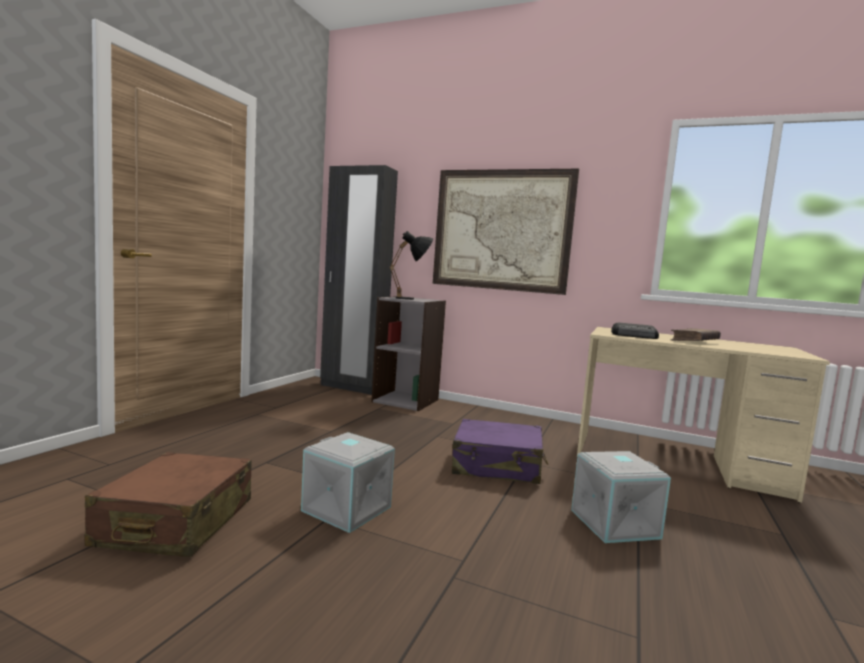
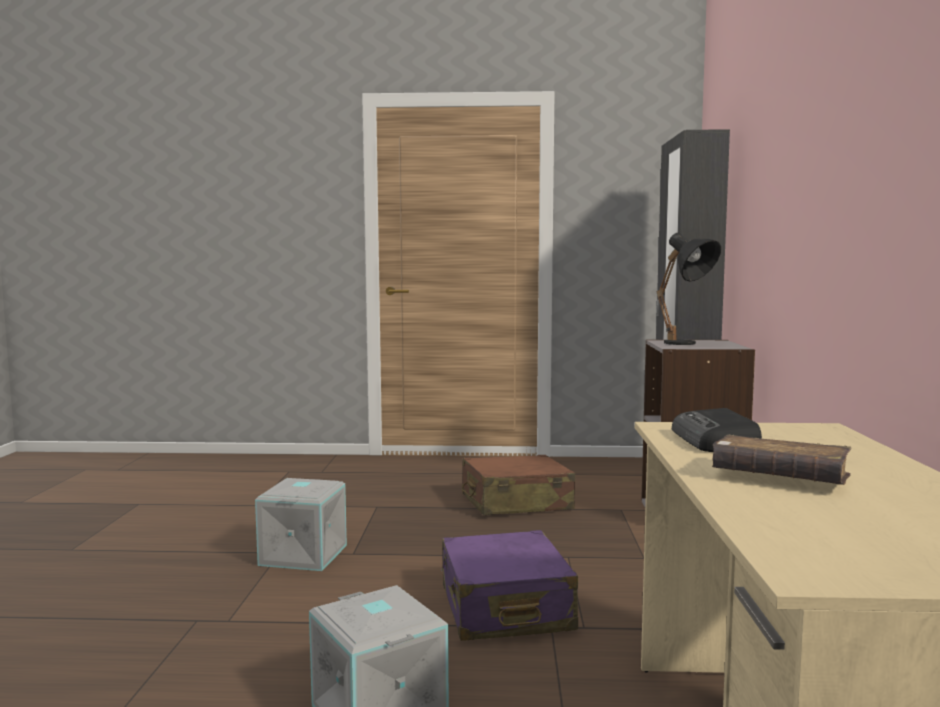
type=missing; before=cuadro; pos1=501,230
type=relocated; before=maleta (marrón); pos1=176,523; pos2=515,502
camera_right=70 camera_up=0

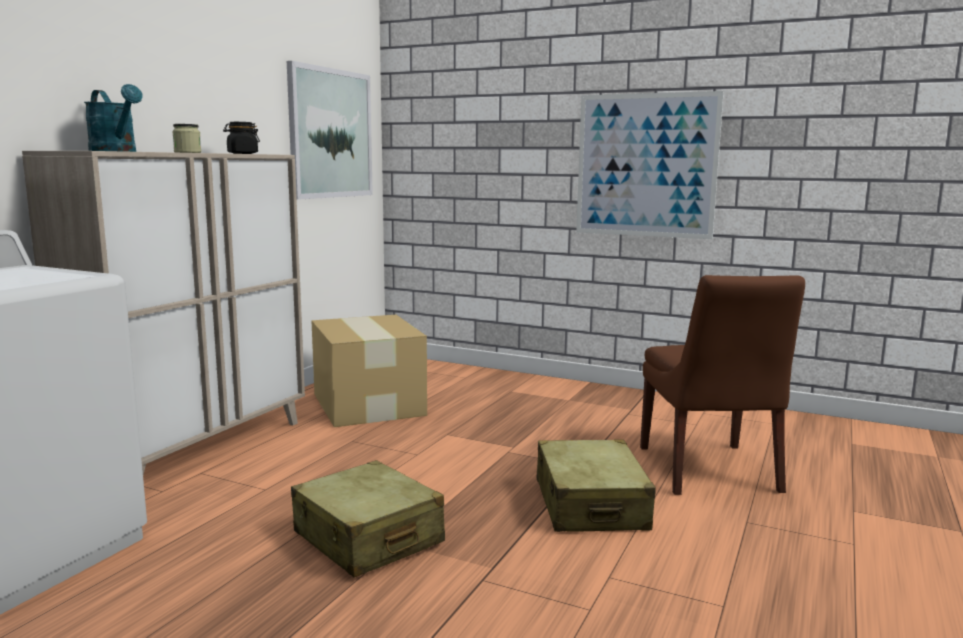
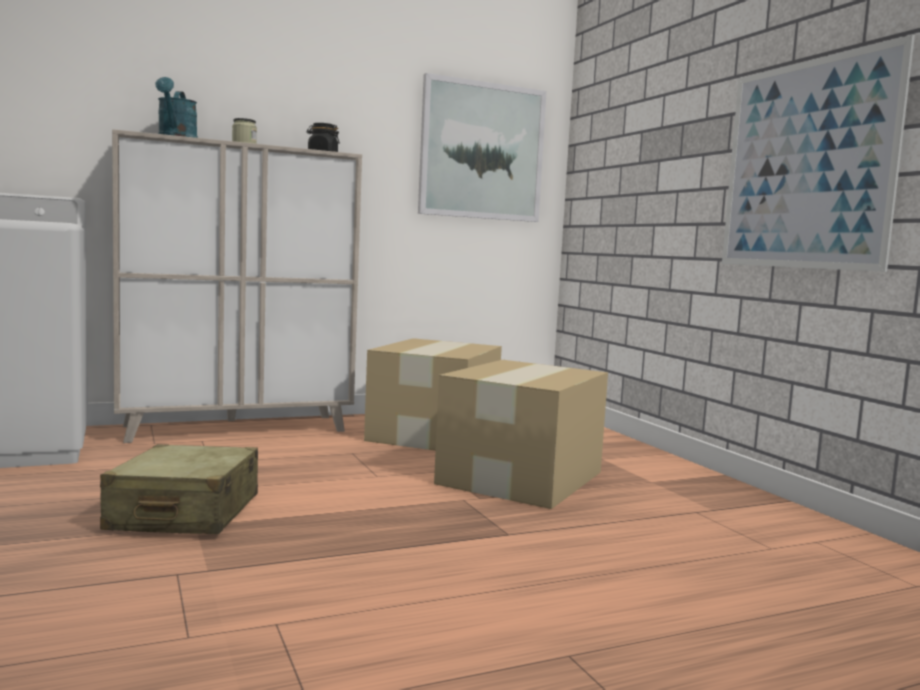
type=missing; before=maleta (beis); pos1=590,505
type=missing; before=silla (marrón); pos1=709,471
type=appeared; after=caja de cartón; pos2=523,477
camera_right=40 camera_up=-5

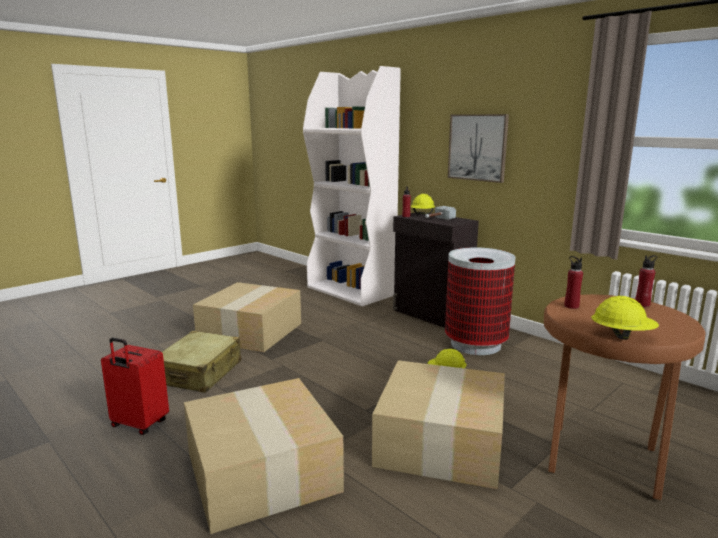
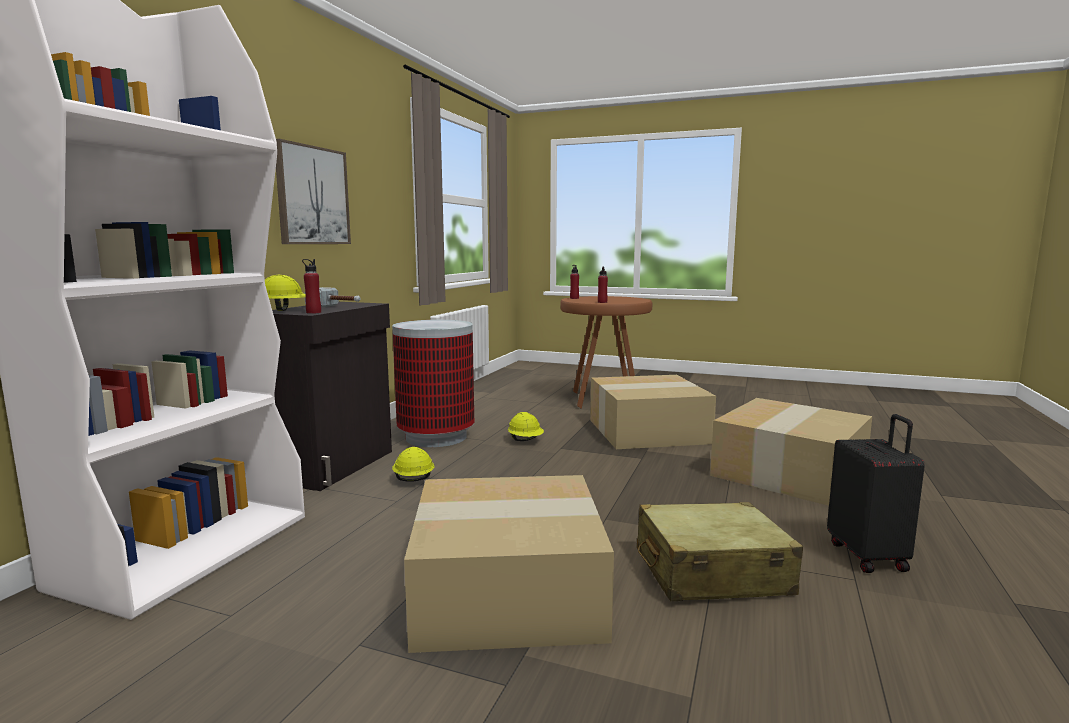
type=relocated; before=casco (amarillo); pos1=622,336; pos2=413,479
type=colour; before=maleta (rojo); after=maleta (negro); pos1=139,424; pos2=868,556
camera_right=-115 camera_up=-5

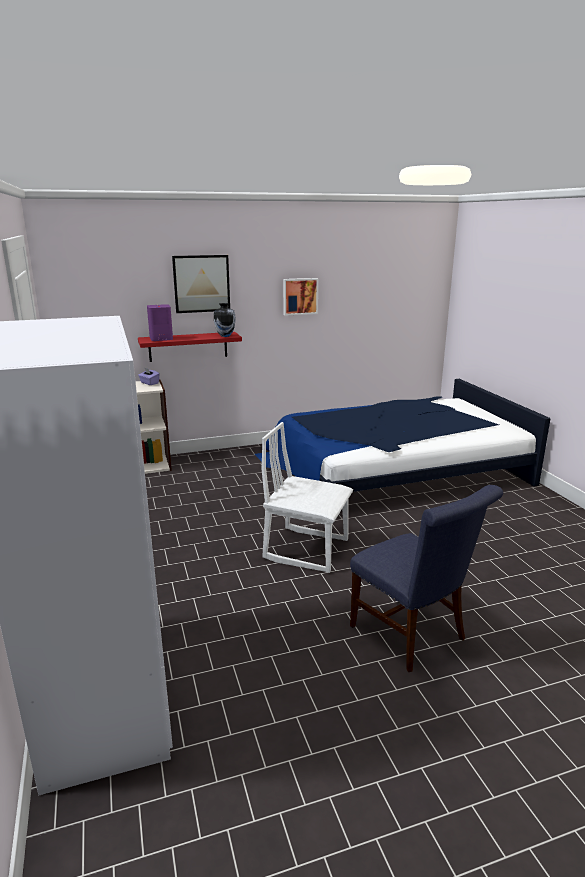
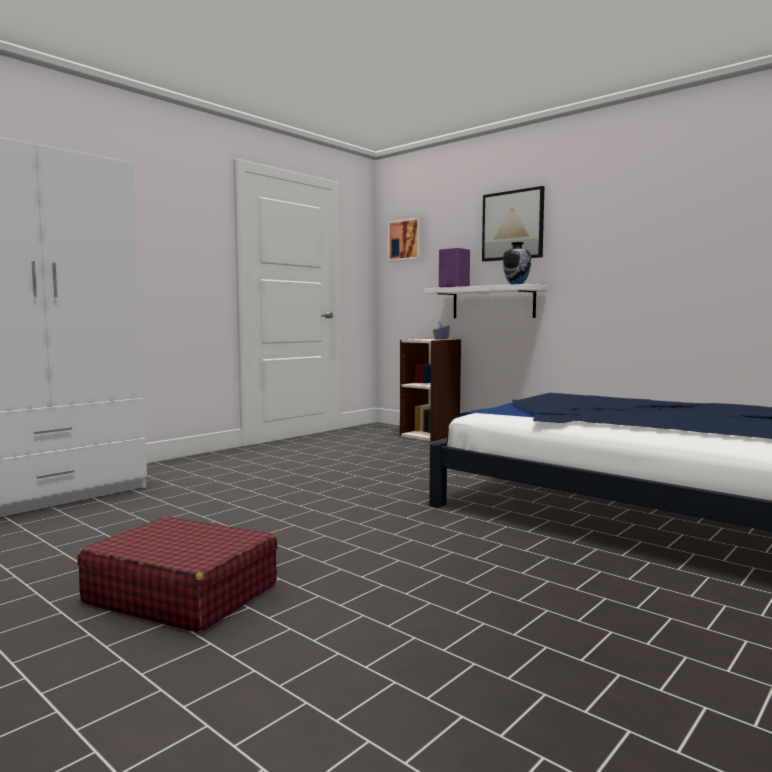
type=missing; before=silla (blanco); pos1=306,549
type=relocated; before=cuadro; pos1=300,296; pos2=406,240
type=exchanged; before=silla (azul); after=maleta (rojo); pos1=413,635; pos2=181,594
type=colour; before=estante (rojo); after=estante (blanco); pos1=188,346; pos2=493,302
camera_right=60 camera_up=-15

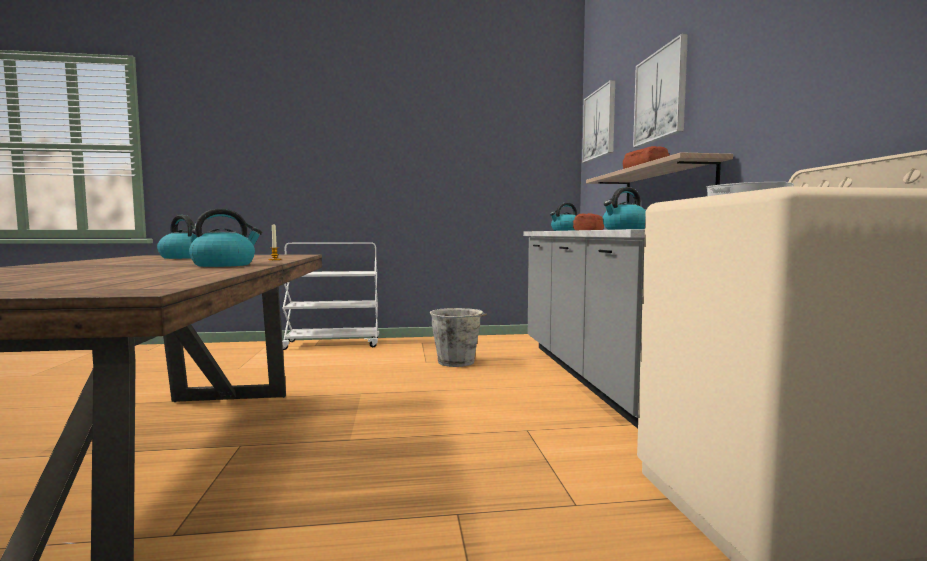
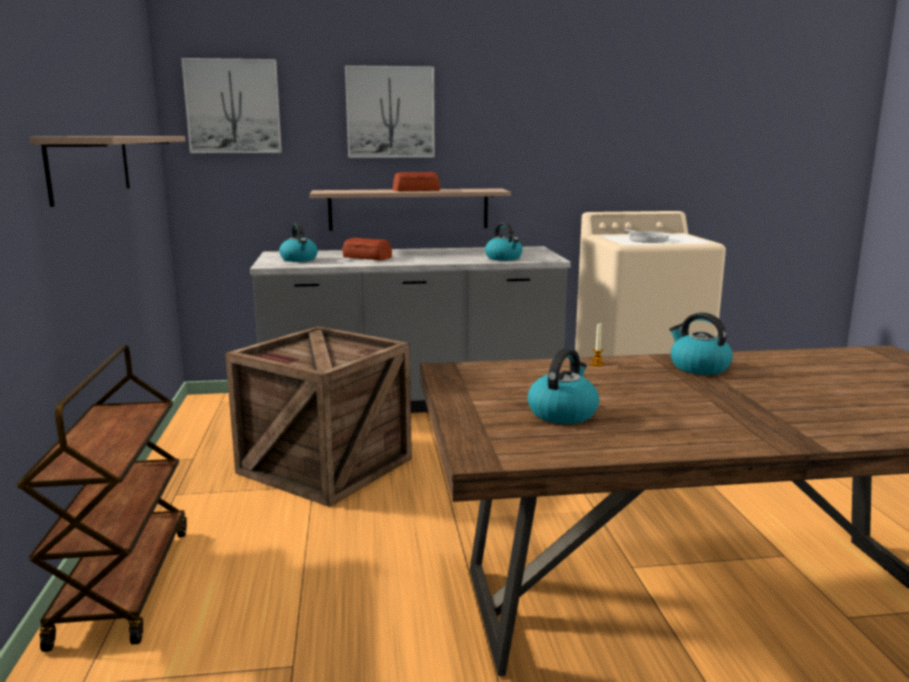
type=appeared; after=estante; pos2=91,166
type=exchanged; before=cubo (gris); after=caja de embalaje; pos1=457,362; pos2=322,466
type=colour; before=carrito (blanco); after=carrito (marrón); pos1=333,344; pos2=123,583
camera_right=-90 camera_up=10

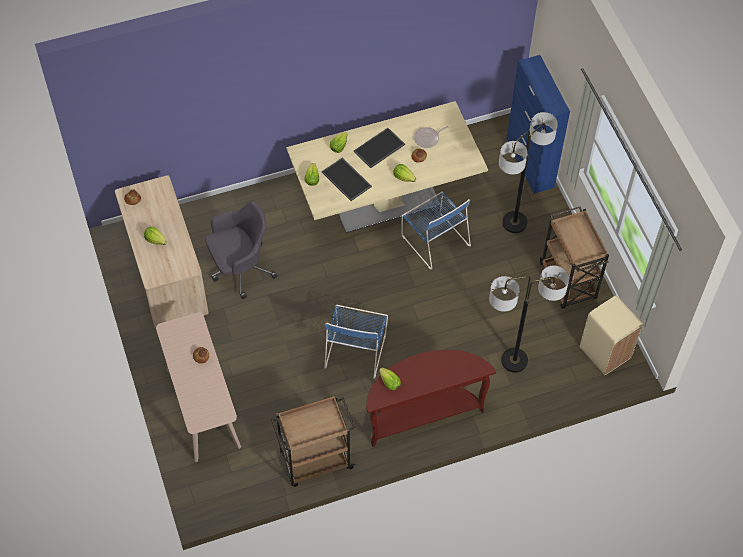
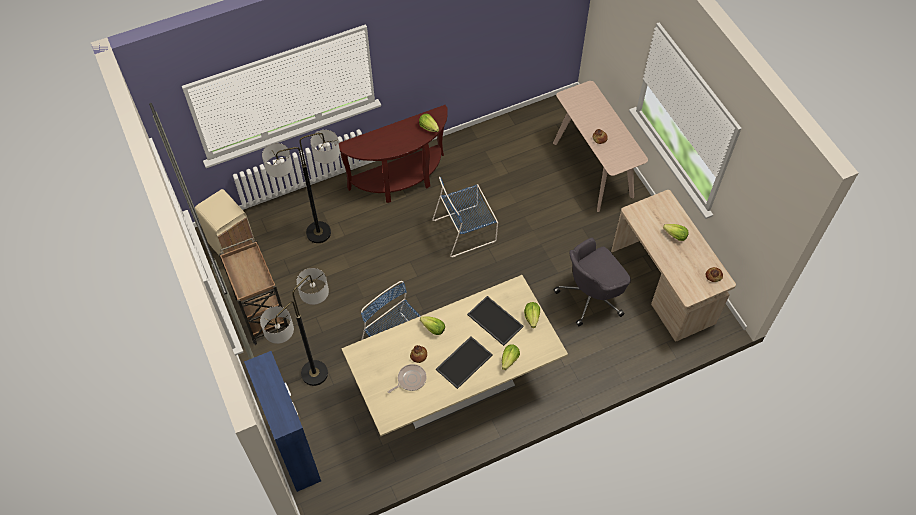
type=missing; before=carrito (marrón); pos1=315,461
type=spun; before=silla (azul); pos1=356,349; pos2=466,230; turn=-120
camera_right=175 camera_up=0

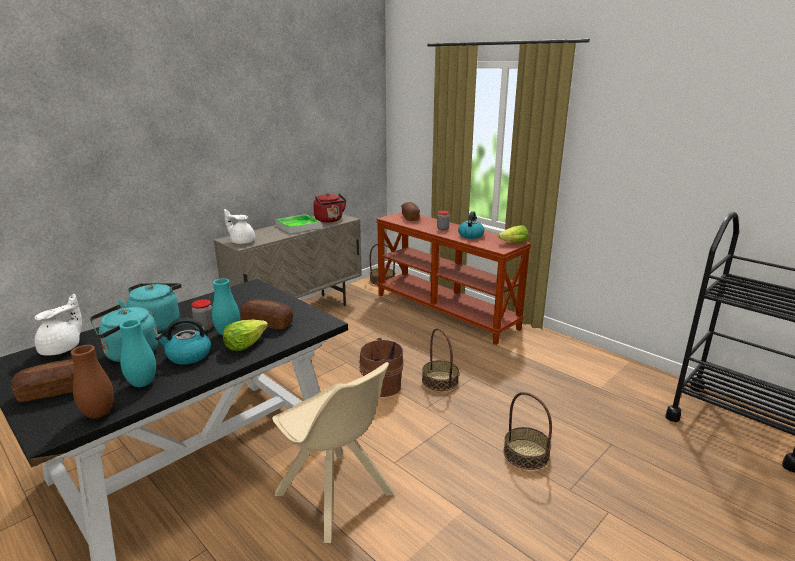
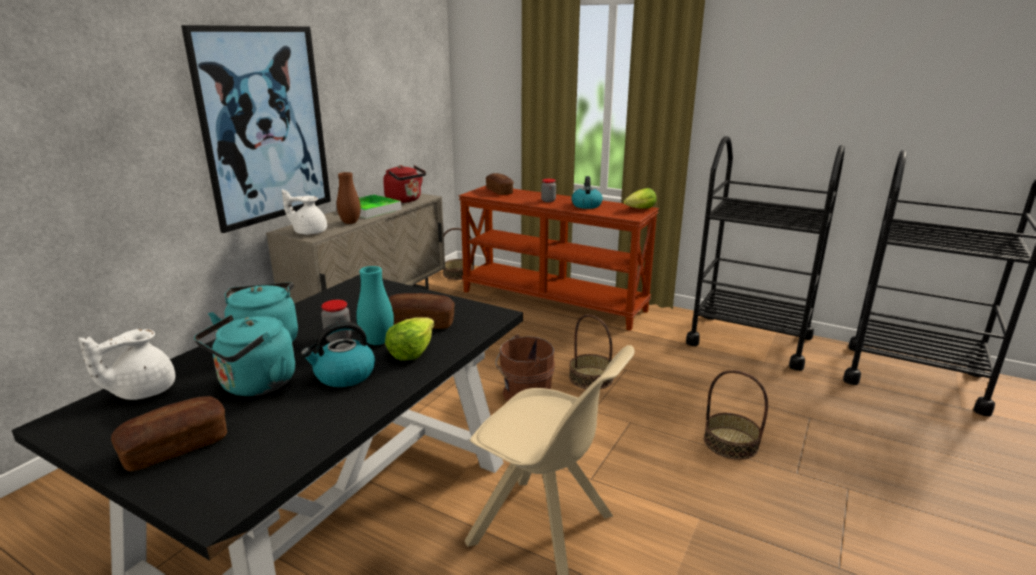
type=missing; before=florero (turquesa); pos1=142,383
type=appeared; after=cuadro; pos2=265,126
type=appeared; after=carrito (negro); pos2=749,340
type=relocated; before=florero (marrón); pos1=99,414; pos2=350,222
type=spun; before=tetera (blanco); pos1=62,349; pos2=142,391; turn=-150
camera_right=-15 camera_up=0

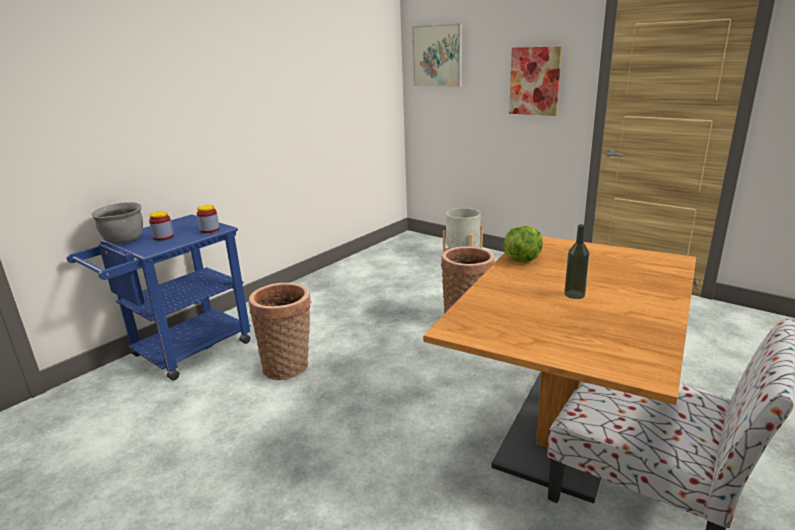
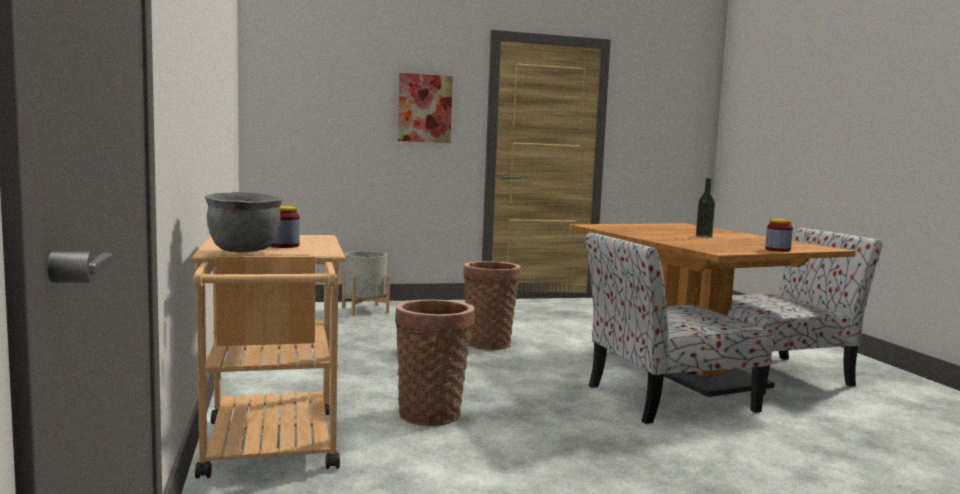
type=missing; before=cuadro; pos1=437,56
type=missing; before=lechuga; pos1=522,259
type=appeared; after=silla; pos2=667,399
type=relocated; before=tarro; pos1=209,230; pos2=777,250
type=colour; before=carrito (azul); after=carrito (beis); pos1=183,353; pos2=271,451
camera_right=-55 camera_up=-15

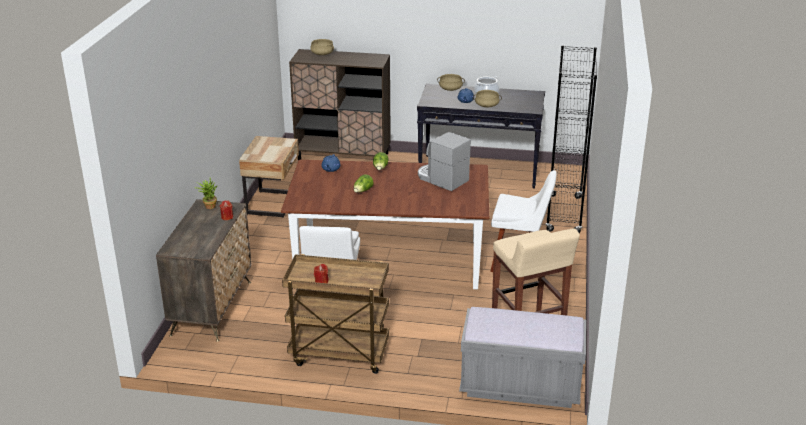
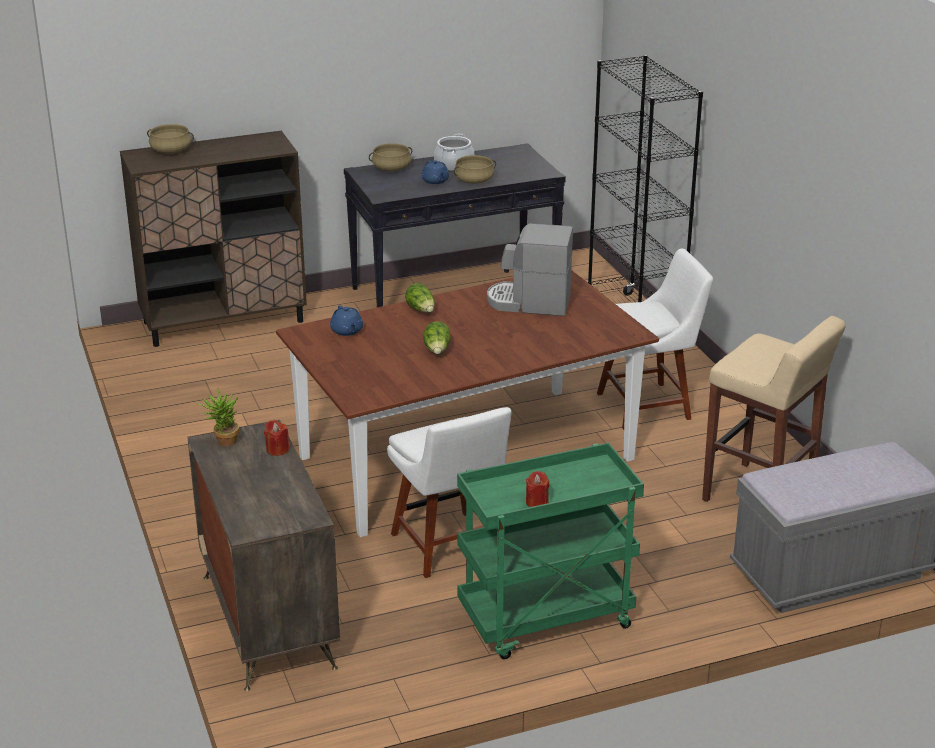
type=missing; before=mesita de noche (beis); pos1=273,204
type=colour; before=carrito (marrón); after=carrito (verde); pos1=338,355; pos2=545,621
camera_right=-30 camera_up=0

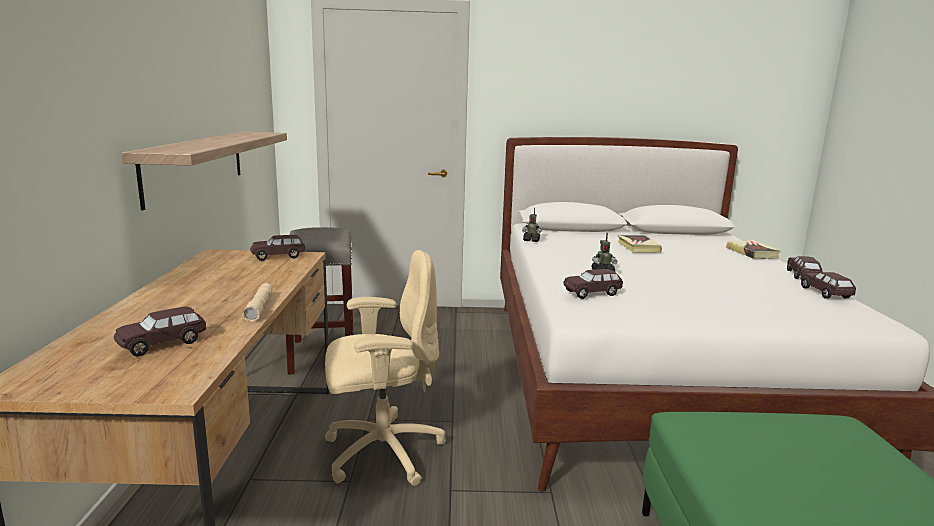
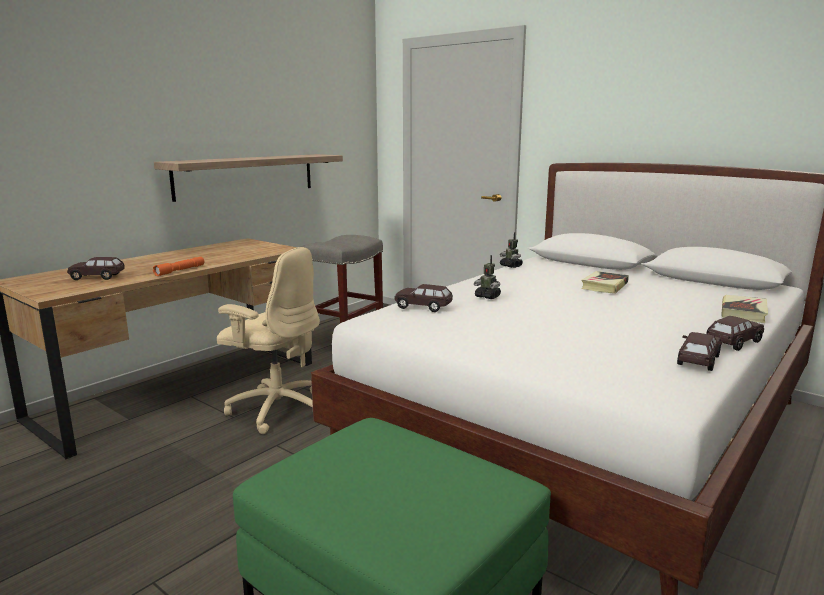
type=missing; before=coche de juguete (marrón); pos1=278,256
type=colour; before=linterna (beis); after=linterna (naranja); pos1=259,308; pos2=180,270
camera_right=40 camera_up=0

